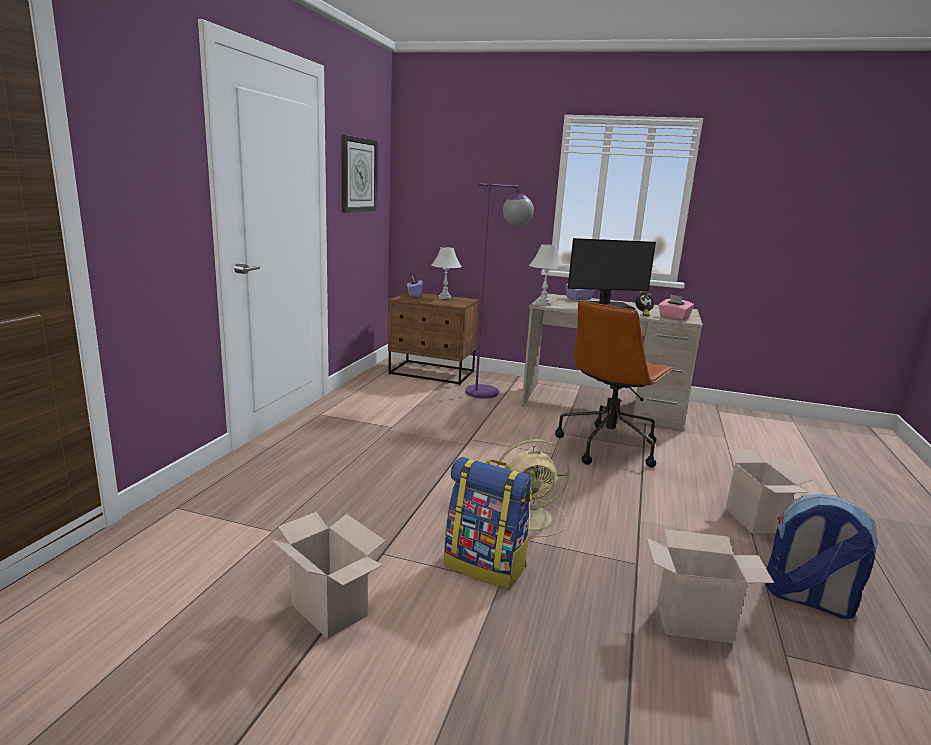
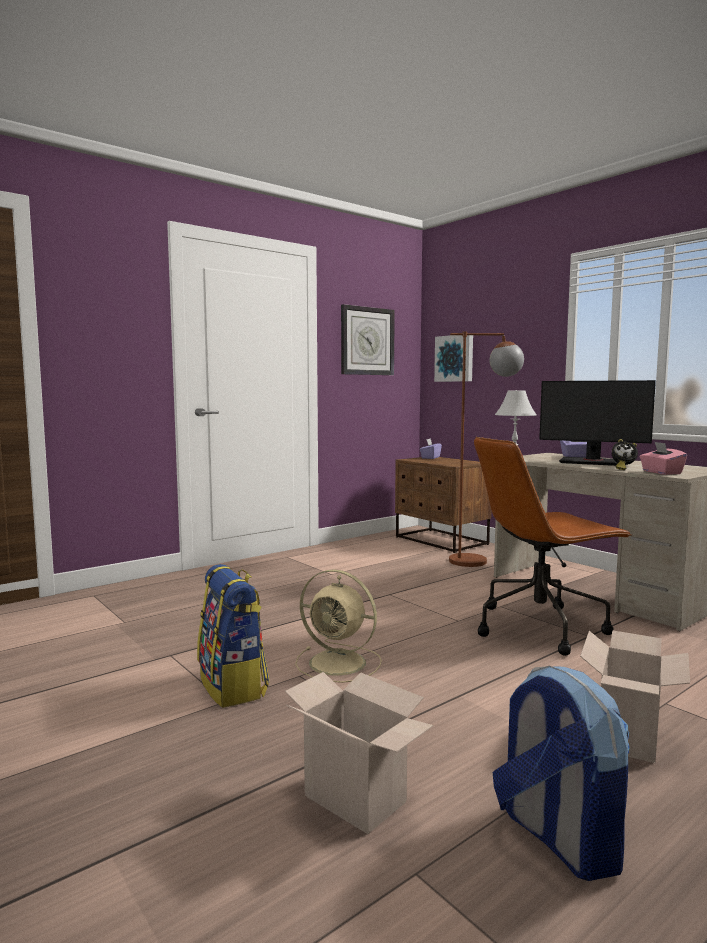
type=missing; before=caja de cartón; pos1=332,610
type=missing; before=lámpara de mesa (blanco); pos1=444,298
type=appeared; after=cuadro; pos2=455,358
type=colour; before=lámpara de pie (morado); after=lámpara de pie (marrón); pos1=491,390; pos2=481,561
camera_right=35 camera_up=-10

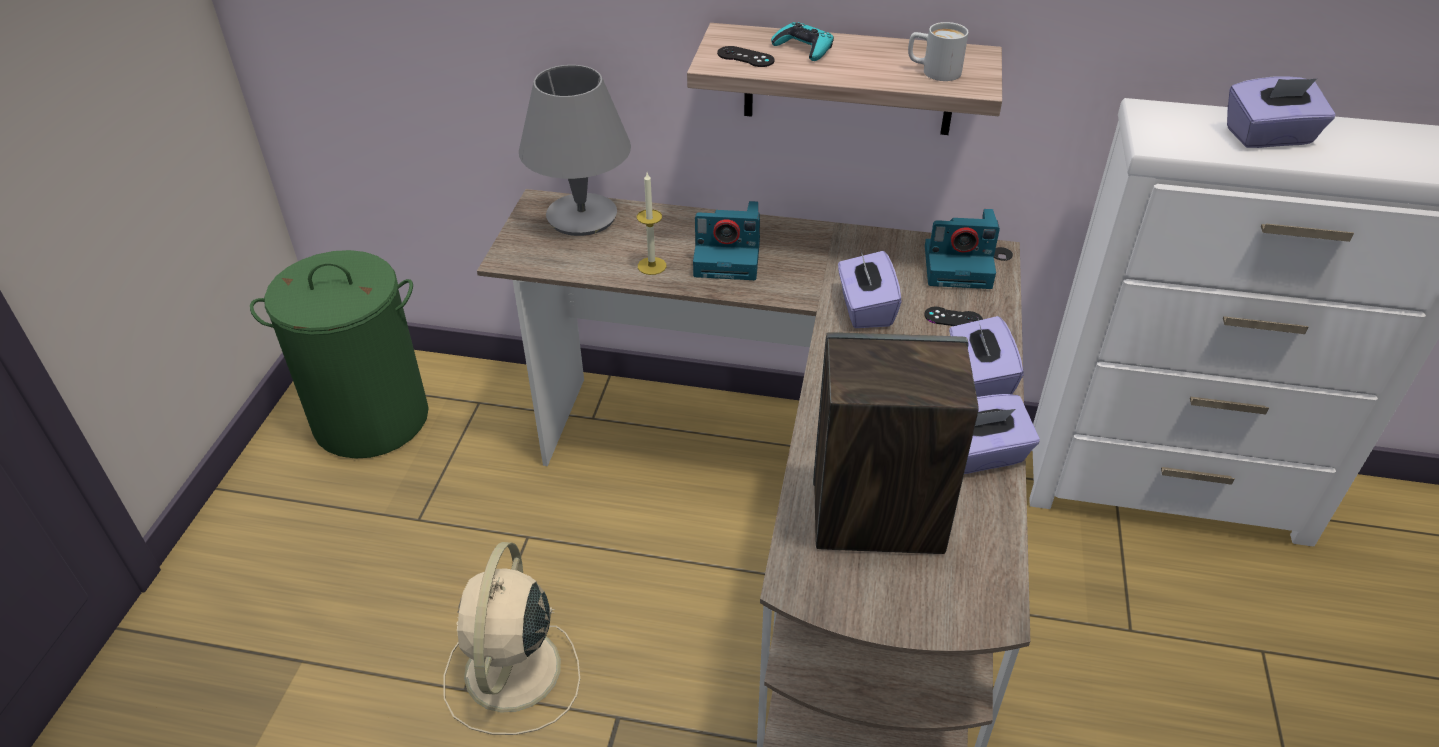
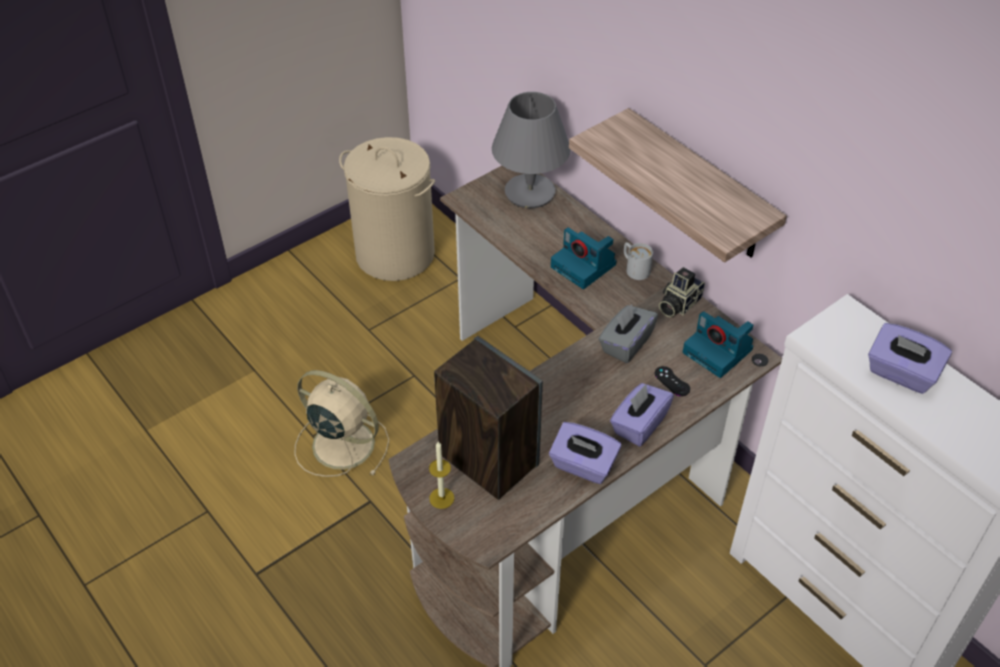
type=missing; before=mando de consola (negro); pos1=745,57
type=missing; before=mando de consola (turquesa); pos1=803,48
type=appeared; after=cámara; pos2=677,304
type=relocated; before=vela; pos1=652,266; pos2=441,498
type=relocated; before=taza grande (blanco); pos1=933,71; pos2=634,268
type=colour; before=cesto de la ropa (verde); after=cesto de la ropa (beis); pos1=370,419; pos2=394,254
type=colour; before=caja de pañuelos (morado); after=caja de pañuelos (gris); pos1=865,308; pos2=626,344
type=spun; before=ventilador (beis); pos1=511,673; pos2=341,443; turn=75
camera_right=40 camera_up=5

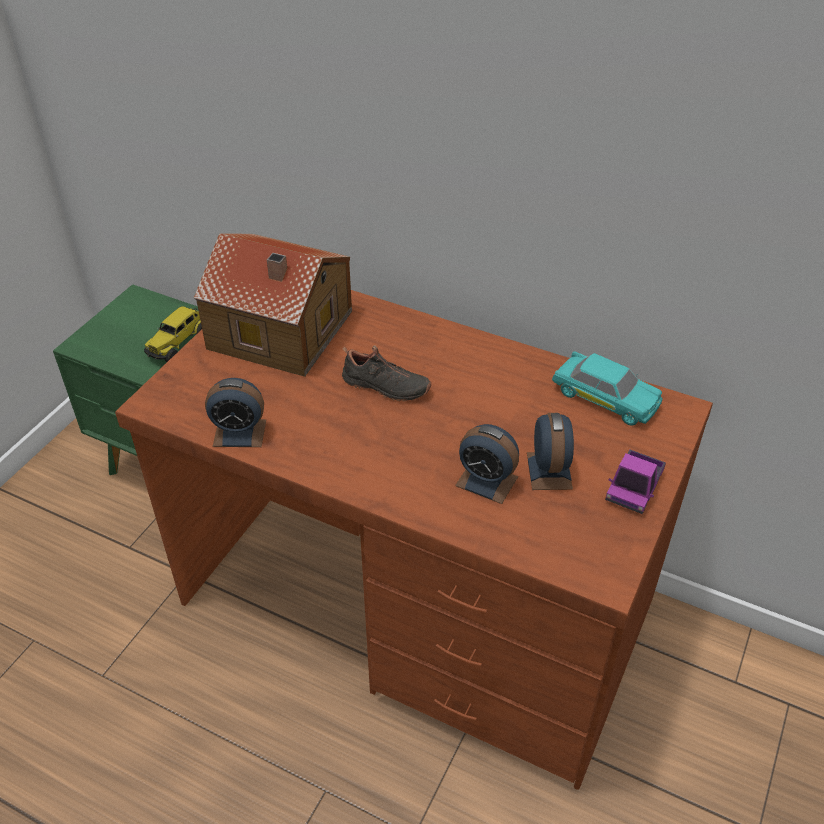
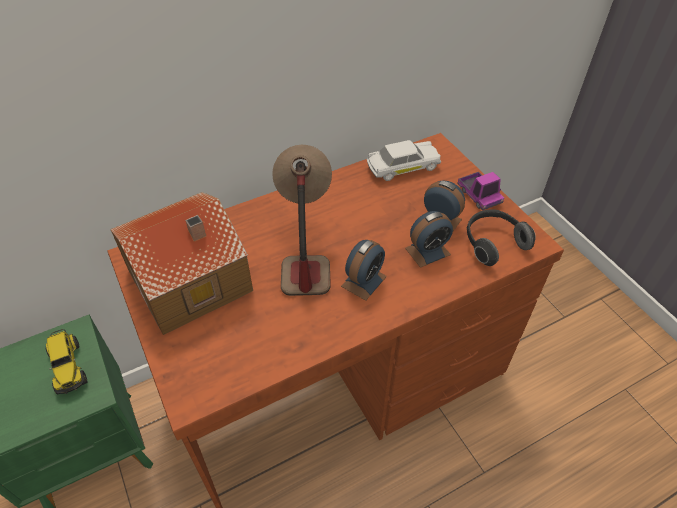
type=appeared; after=auriculares; pos2=493,243
type=relocated; before=despertador; pos1=239,433; pos2=364,281
type=exchanged; before=zapato (negro); after=lámpara de mesa; pos1=385,387; pos2=305,254
type=colour; before=coche de juguete (turquesa); after=coche de juguete (blanco); pos1=604,398; pos2=403,167
camera_right=-55 camera_up=5

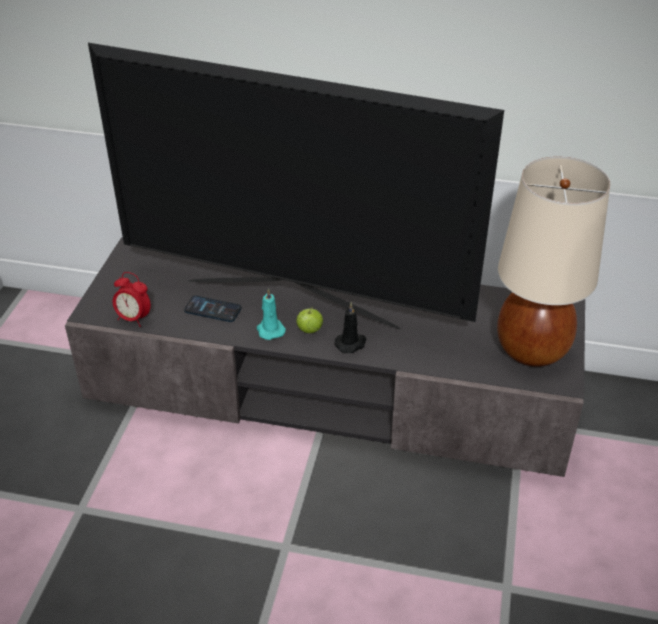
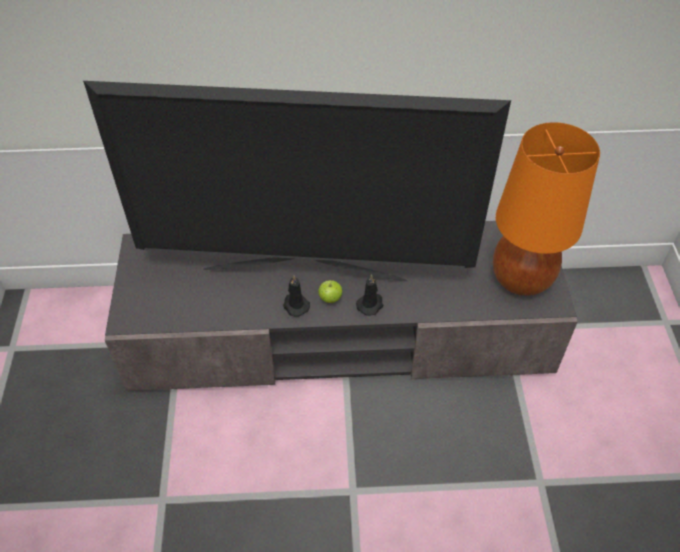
type=missing; before=despertador; pos1=134,318
type=missing; before=móvil; pos1=213,310
type=colour; before=vela (turquesa); after=vela (negro); pos1=270,329; pos2=295,305
type=colour; before=lámpara de mesa (beis); after=lámpara de mesa (naranja); pos1=531,351; pos2=521,279
camera_right=-15 camera_up=10

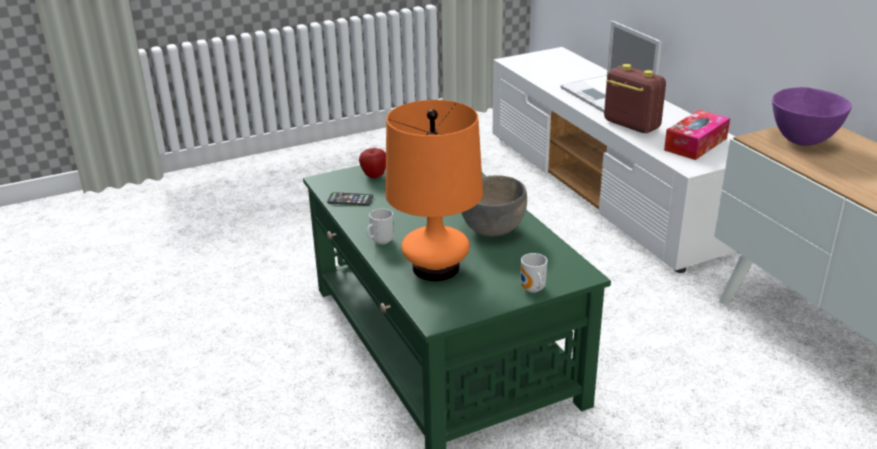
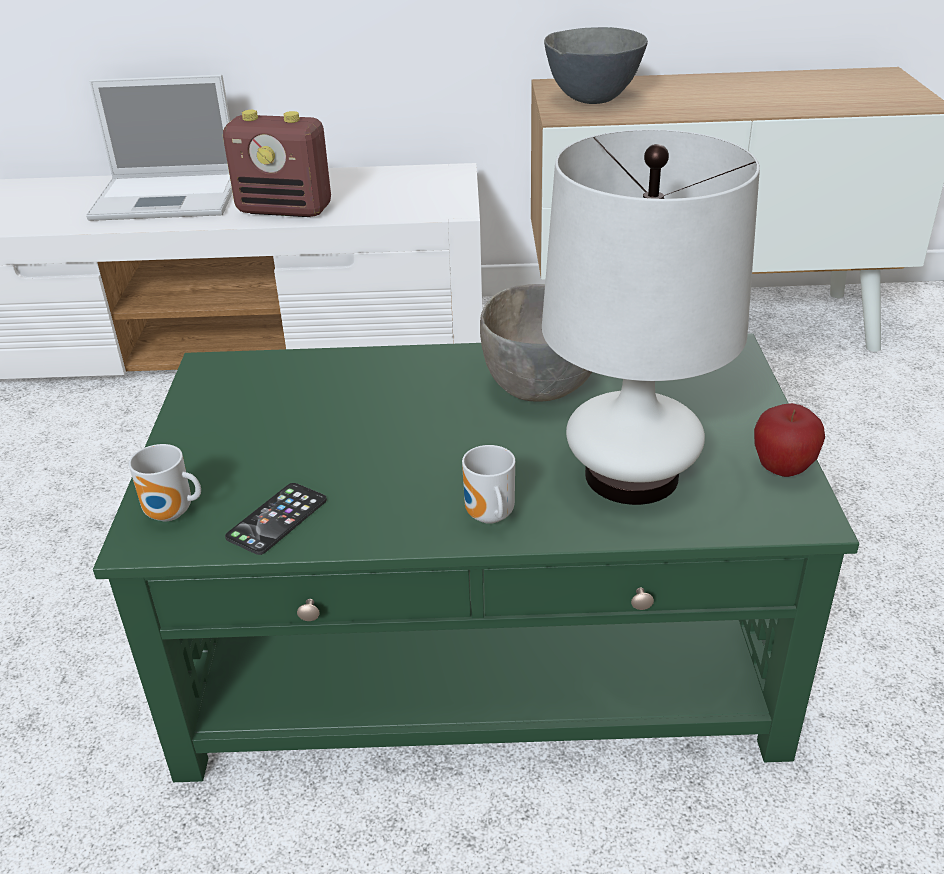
type=missing; before=caja de pañuelos; pos1=695,144
type=relocated; before=manzana; pos1=374,176; pos2=782,469
type=relocated; before=taza grande; pos1=532,290; pos2=172,515
type=colour; before=lámpara de mesa (naranja); after=lámpara de mesa (blanco); pos1=436,268; pos2=631,475
type=colour; before=cuenco (morado); after=cuenco (gris); pos1=802,141; pos2=592,100
type=spun; before=radio; pos1=630,125; pos2=285,210; turn=-150
camera_right=-65 camera_up=5

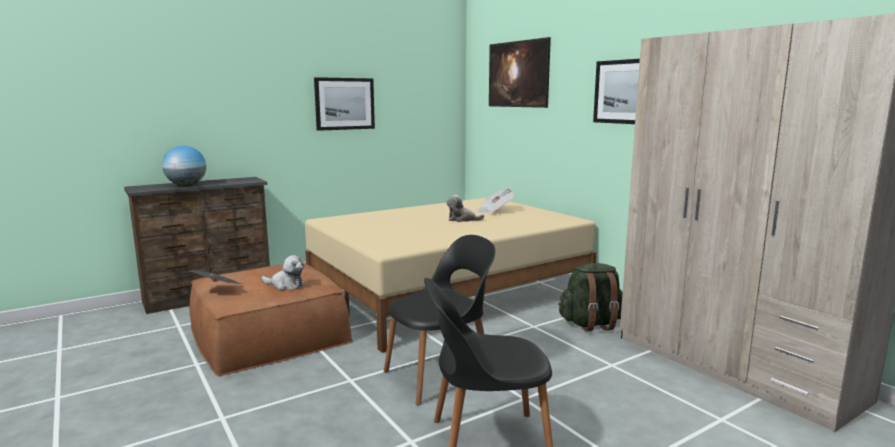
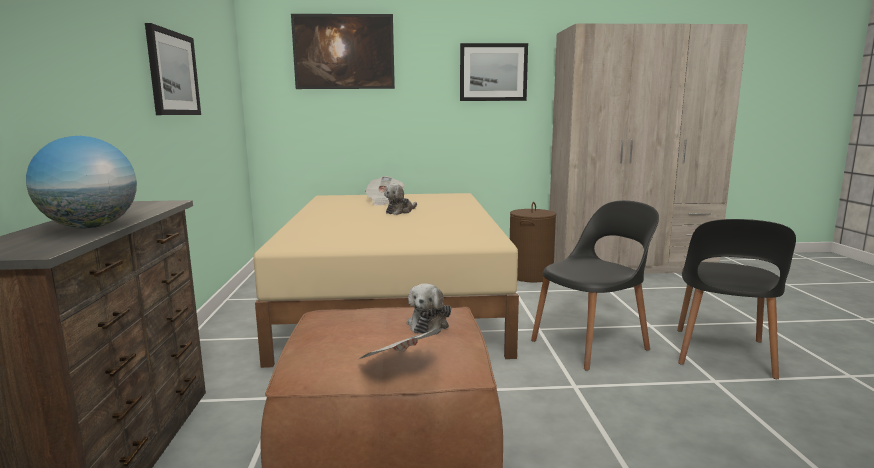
type=exchanged; before=mochila (verde); after=cesto de la ropa (marrón); pos1=591,324; pos2=530,276
type=spun; before=peluche; pos1=286,285; pos2=429,324; turn=150
type=spun; before=silla (negro); pos1=440,376; pos2=592,344; turn=60
camera_right=-60 camera_up=0

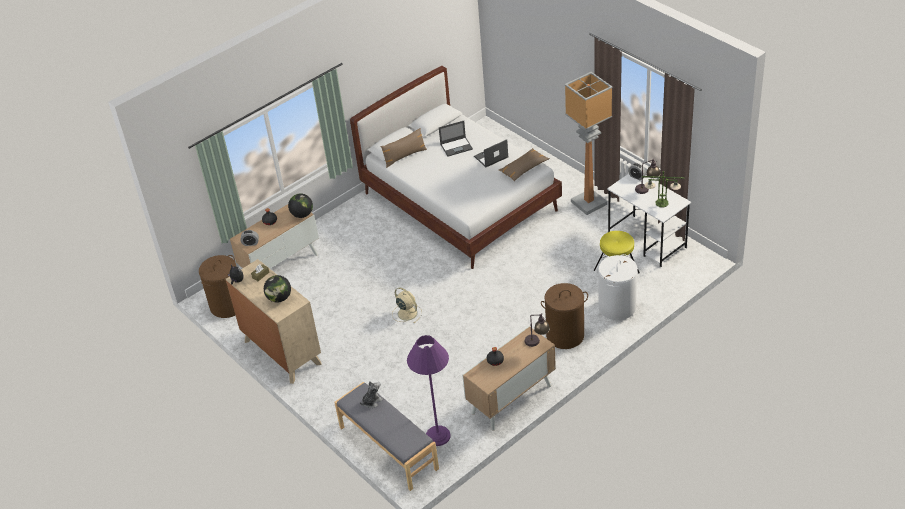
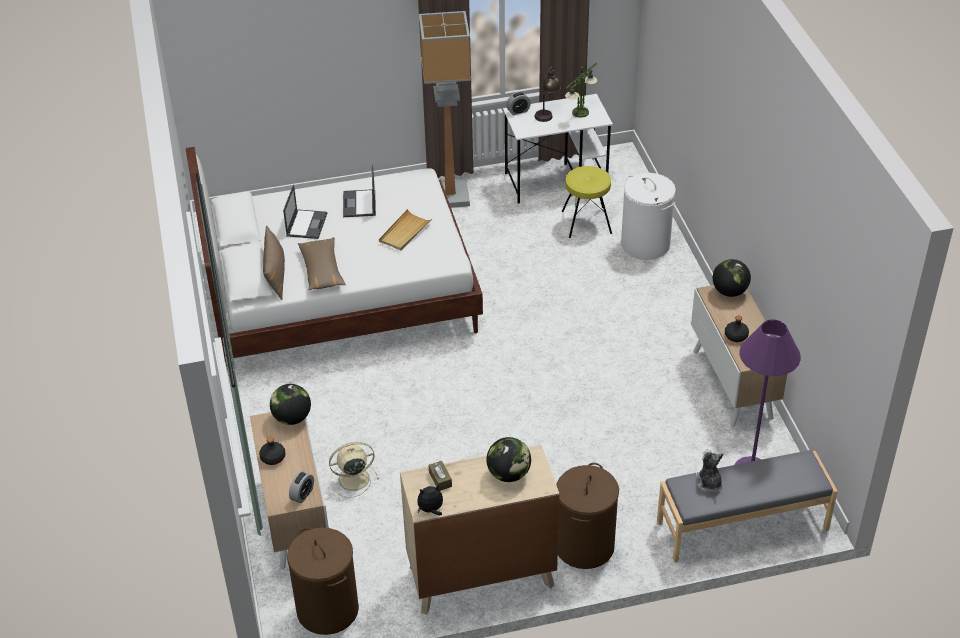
type=appeared; after=bandeja (beis); pos2=404,232
type=relocated; before=ventilador (beis); pos1=406,313; pos2=352,479
type=relocated; before=cojín (marrón); pos1=524,168; pos2=322,270
type=relocated; before=cesto de la ropa (marrón); pos1=565,336; pos2=584,546
type=exchanged; before=lámpara de mesa; after=globo terráqueo; pos1=537,343; pos2=729,291
camera_right=-65 camera_up=0

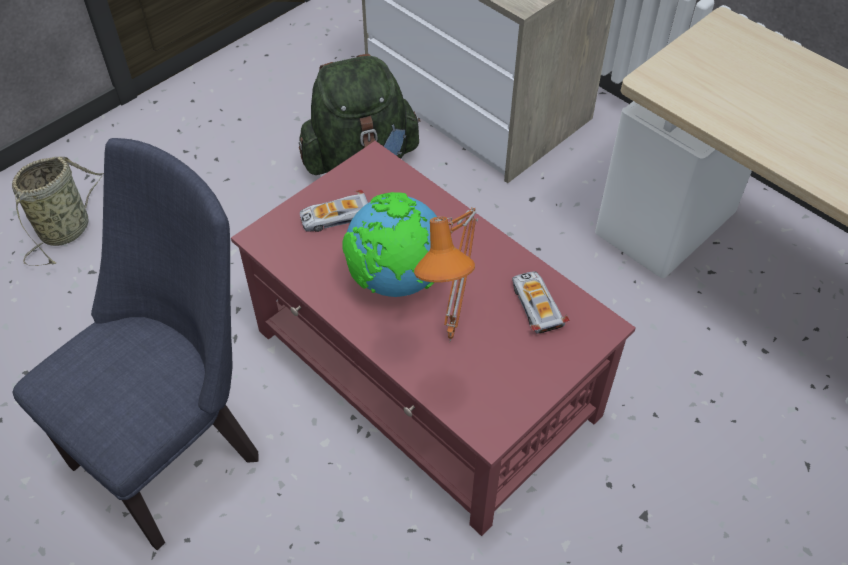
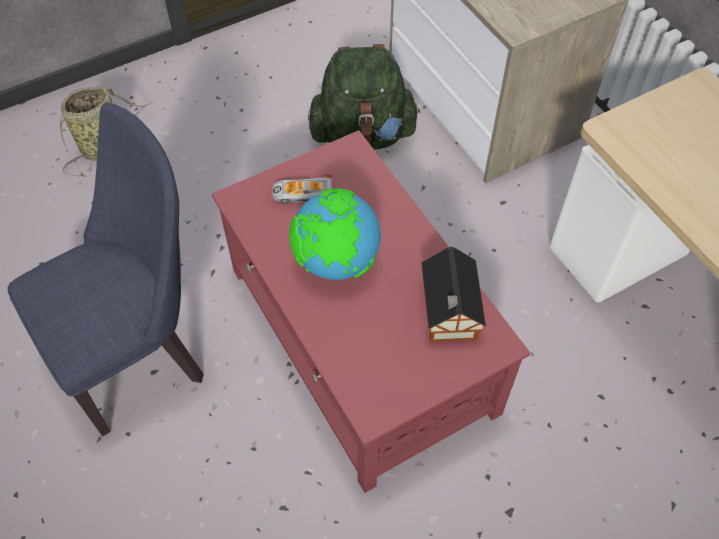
type=missing; before=lámpara de mesa (naranja); pos1=454,340
type=exchanged; before=coche de juguete; after=casita; pos1=536,305; pos2=449,312
camera_right=15 camera_up=5

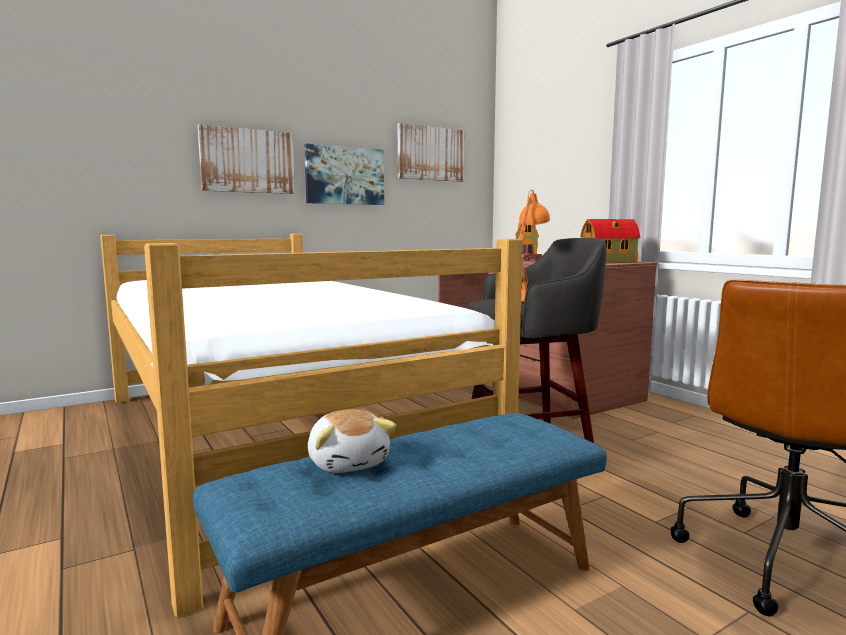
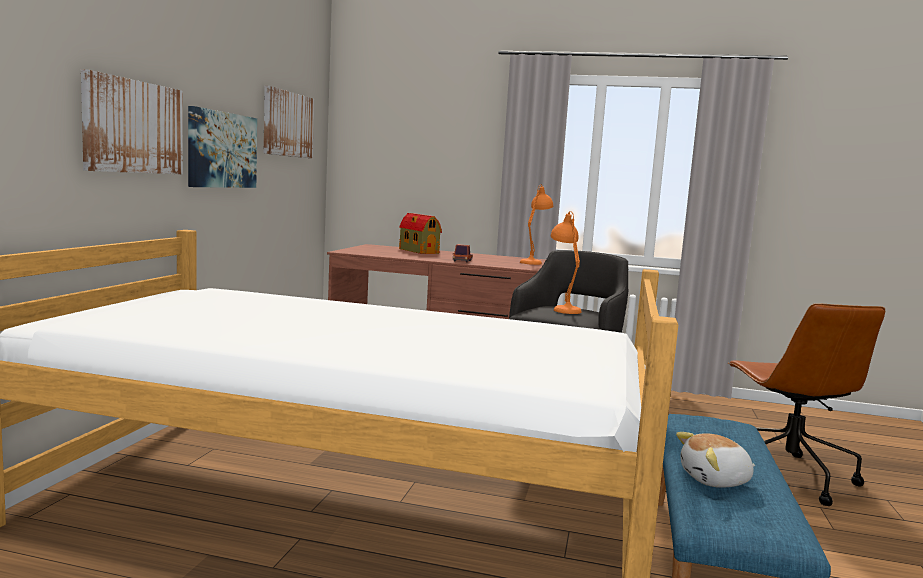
type=exchanged; before=casita; after=lámpara de mesa (naranja); pos1=609,262; pos2=534,262
type=spun; before=peluche; pos1=349,462; pos2=715,480; turn=150
camera_right=-45 camera_up=0

